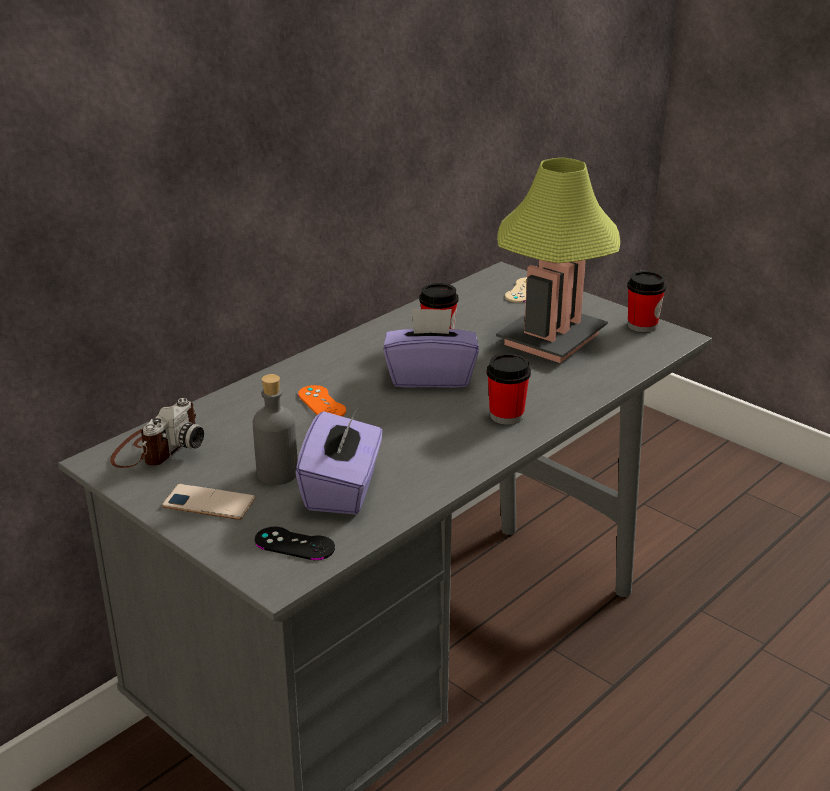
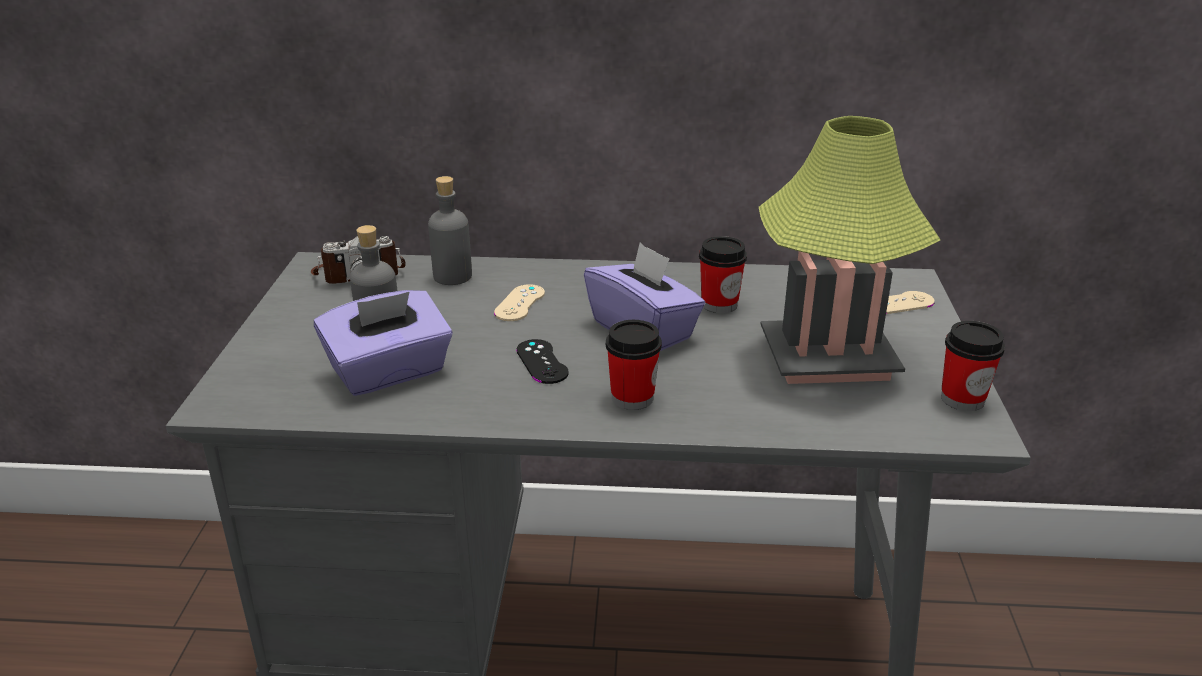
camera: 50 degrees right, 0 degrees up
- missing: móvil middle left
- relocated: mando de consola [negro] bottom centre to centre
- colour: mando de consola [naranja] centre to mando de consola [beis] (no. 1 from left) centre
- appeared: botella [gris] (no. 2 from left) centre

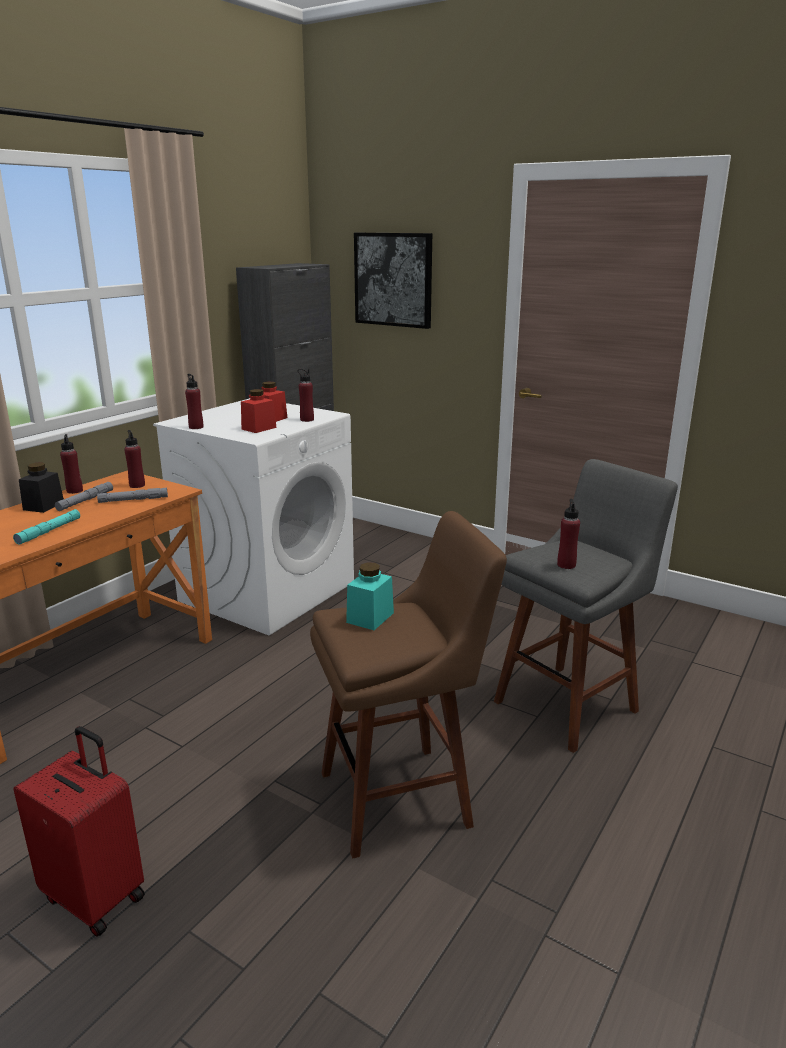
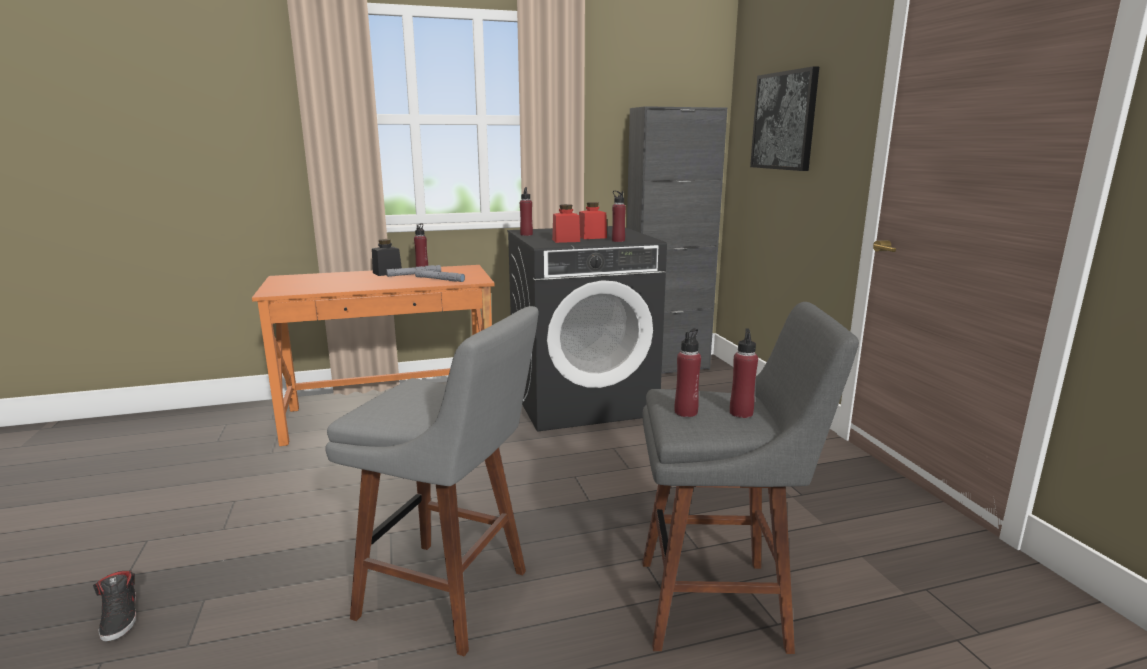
camera: 40 degrees right, 5 degrees down
- missing: linterna [turquesa] middle left
- missing: maleta [rojo] bottom left
- relocated: botella [rojo] (no. 2 from left in the first image) middle left to botella [rojo] (no. 5 from left) centre
- colour: lavadora [blanco] middle left to lavadora [negro] centre
- colour: taburete [marrón] centre to taburete [gris] (no. 1 from left) bottom centre
- missing: tarro [turquesa] centre
- appeared: zapato [negro] bottom left

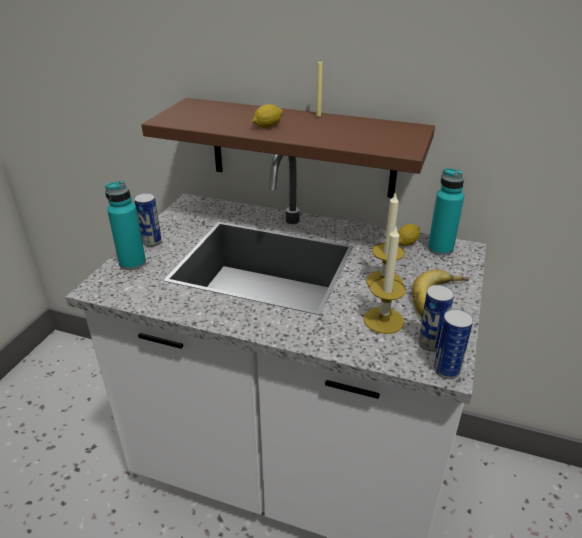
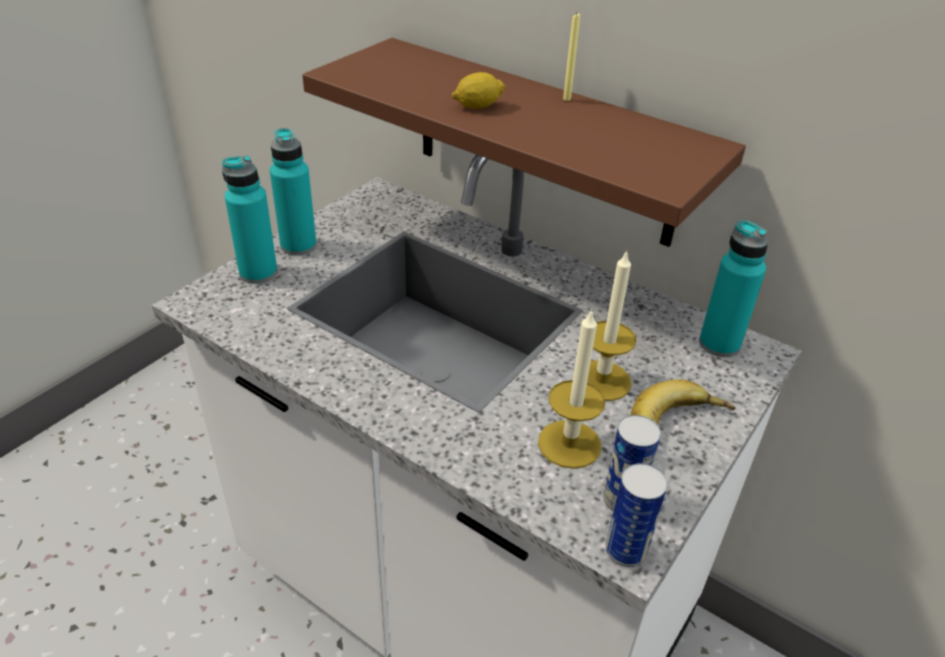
camera: 15 degrees right, 5 degrees up
- exchanged: lata (no. 1 from left) middle left to botella [turquesa] (no. 2 from left) top left
- missing: limón (no. 2 from left) middle right

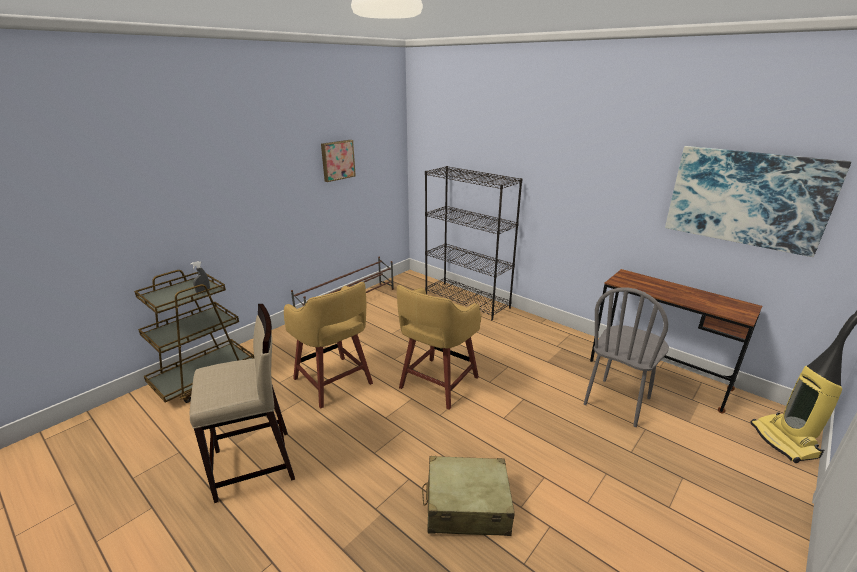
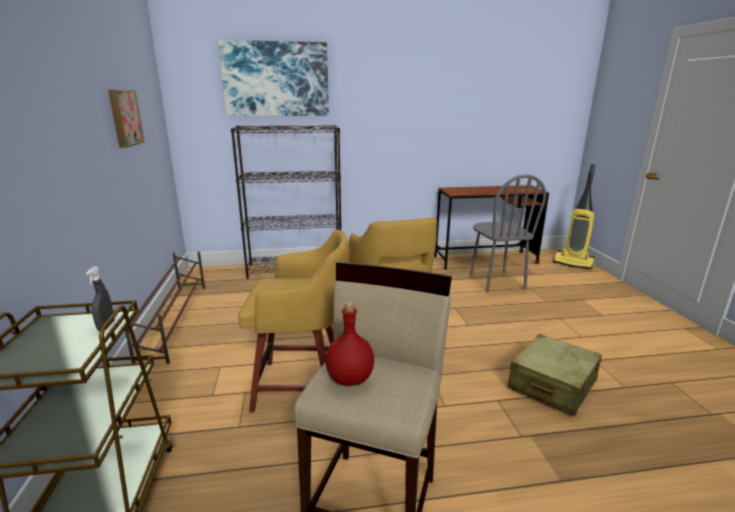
camera: 50 degrees left, 5 degrees down
- relocated: cuadro (no. 2 from left) middle right to top centre
- appeared: botella [rojo] bottom centre

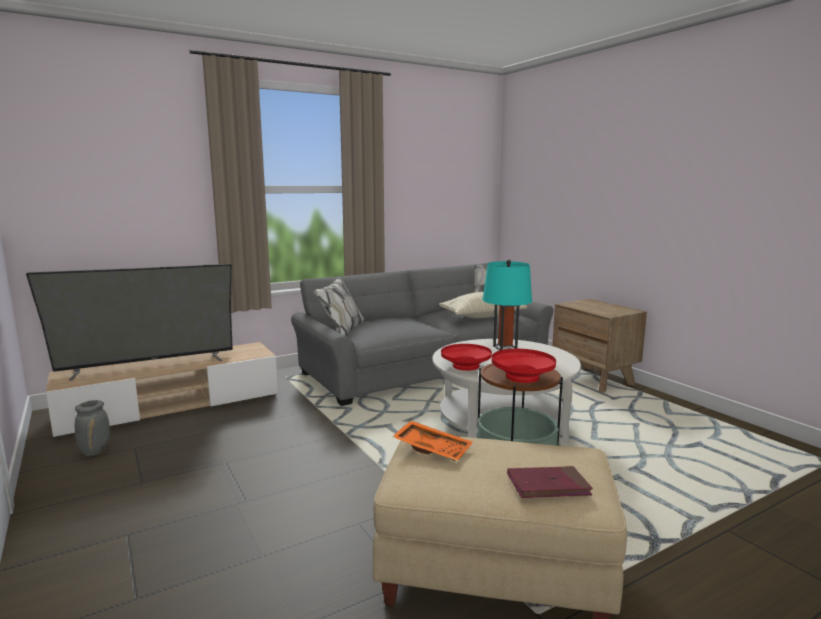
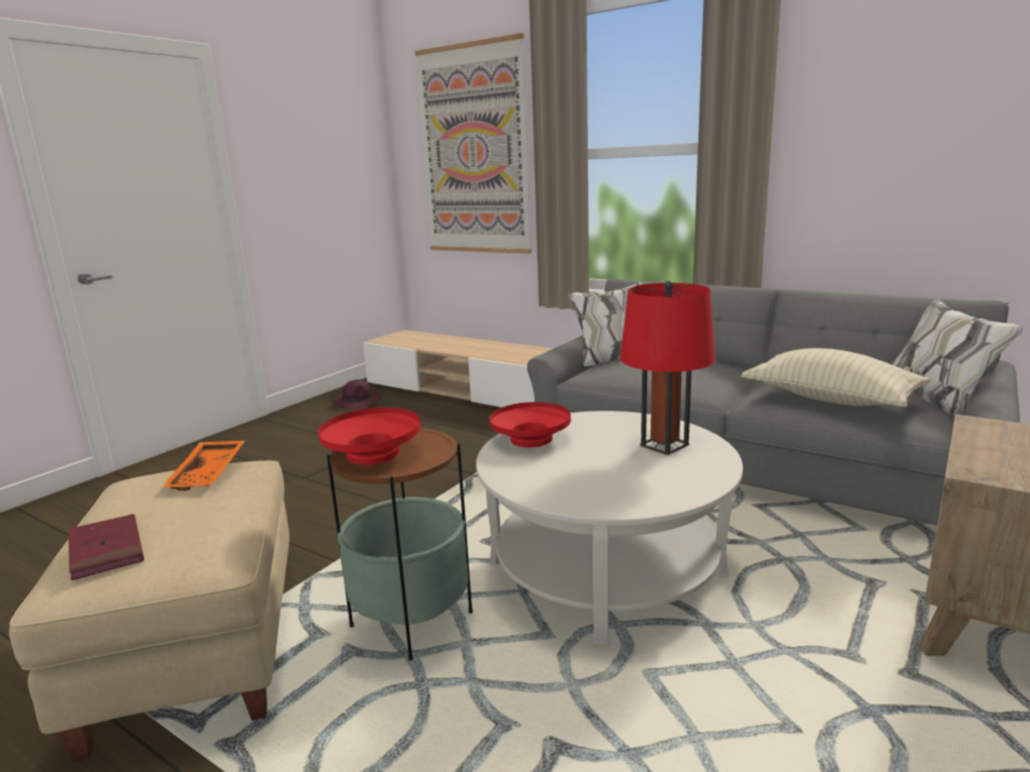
camera: 65 degrees right, 5 degrees up
- missing: televisor middle left
- exchanged: florero [gris] bottom left to sombrero [morado] centre
- colour: lámpara de mesa [turquesa] centre to lámpara de mesa [rojo] centre
- appeared: cuadro top centre

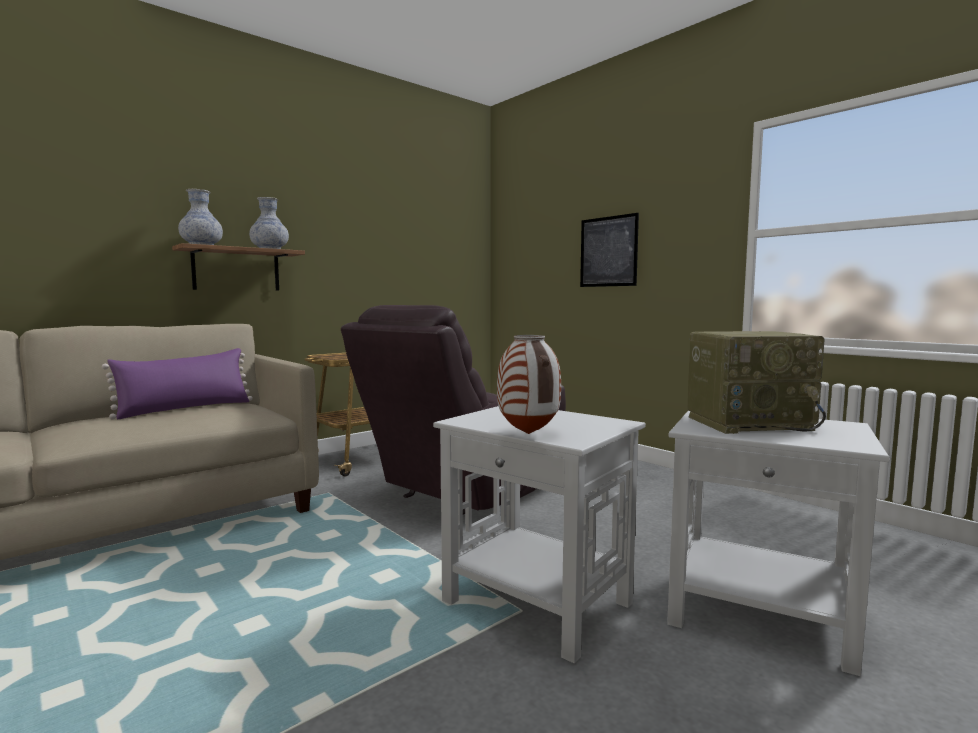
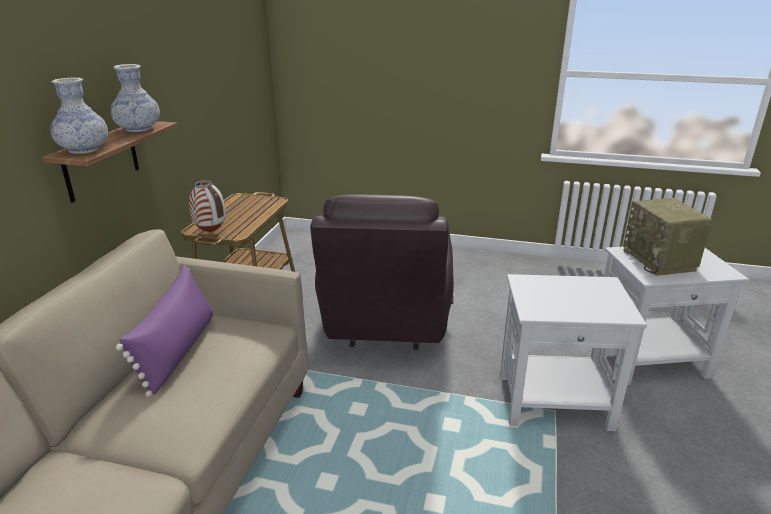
camera: 35 degrees left, 20 degrees up
- relocated: florero (no. 3 from left) centre to middle left
- missing: cuadro centre
- spun: radio middle right = middle right 120 degrees clockwise

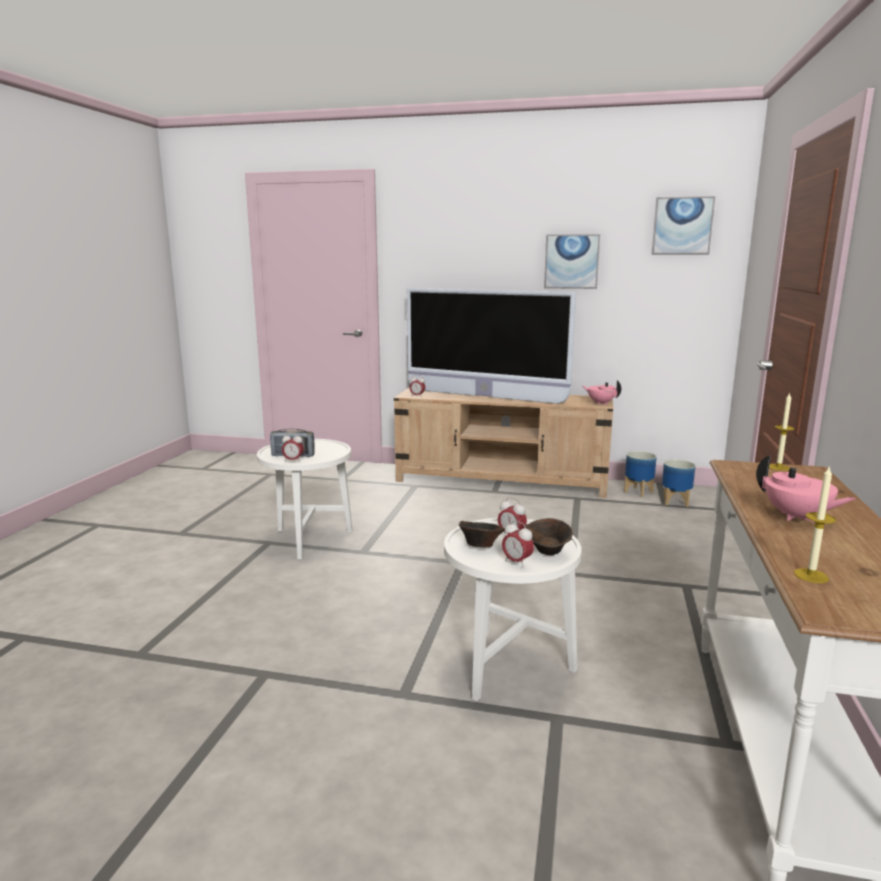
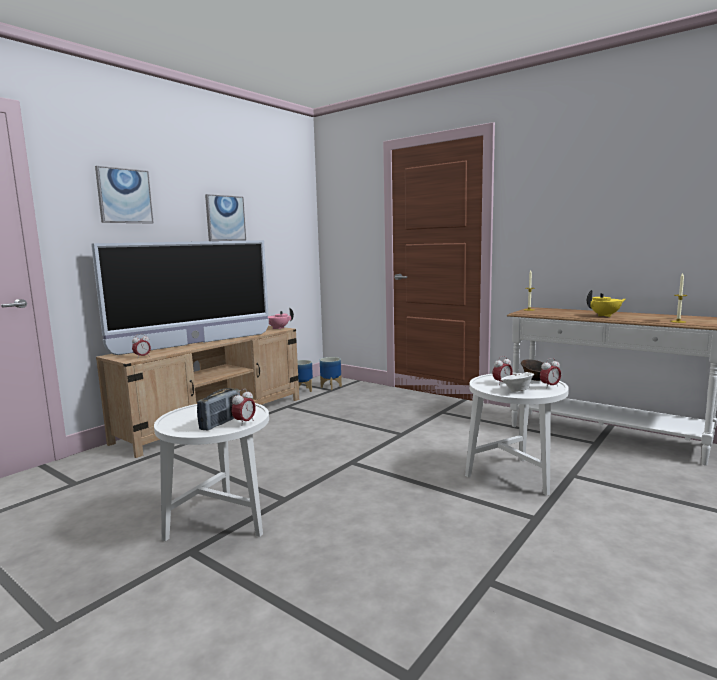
camera: 65 degrees left, 5 degrees down
- colour: cuenco [marrón] (no. 1 from left) centre to cuenco [blanco] middle right
- relocated: cuadro (no. 2 from left in the first image) top right to cuadro (no. 1 from left) top left
- colour: tetera [rosa] (no. 2 from left) middle right to tetera [amarillo] middle right

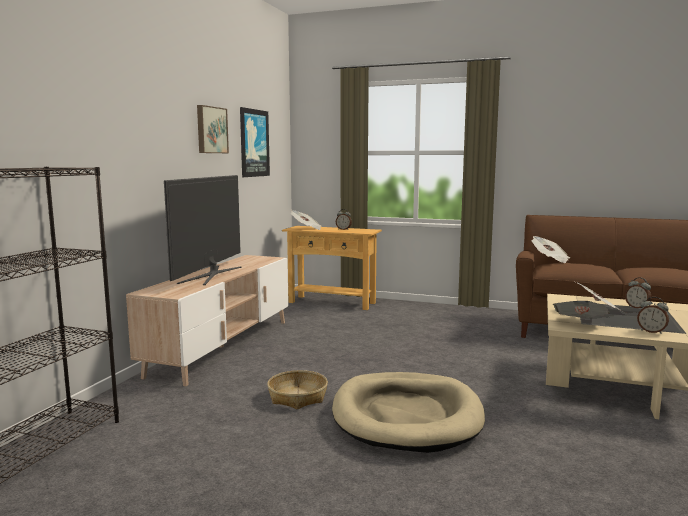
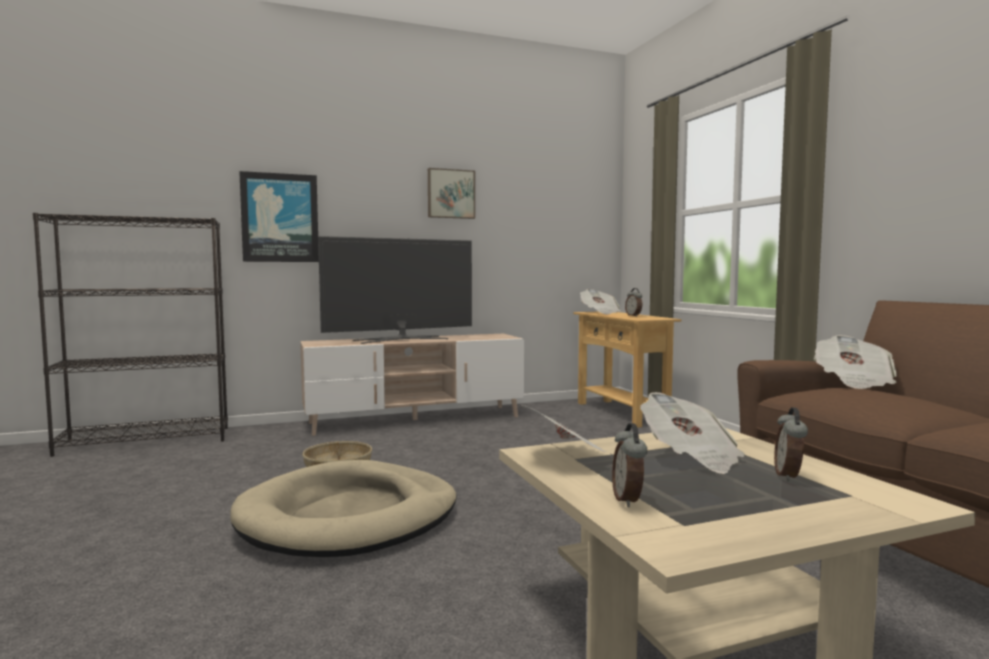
camera: 50 degrees right, 5 degrees down
- relocated: cuadro (no. 2 from left in the first image) top centre to cuadro (no. 1 from left) top left

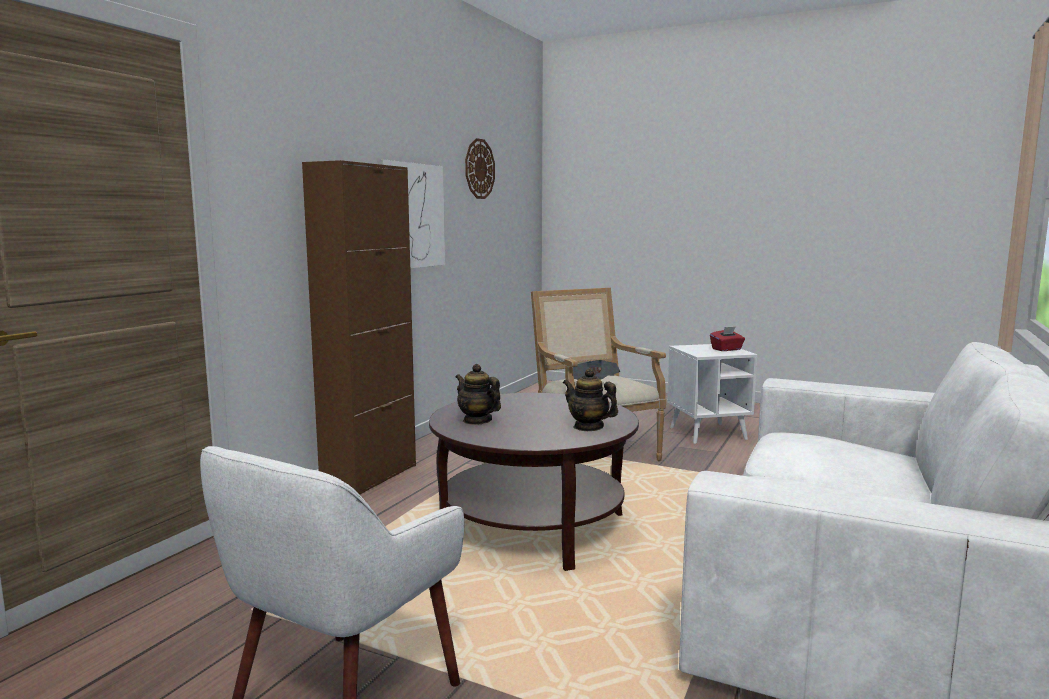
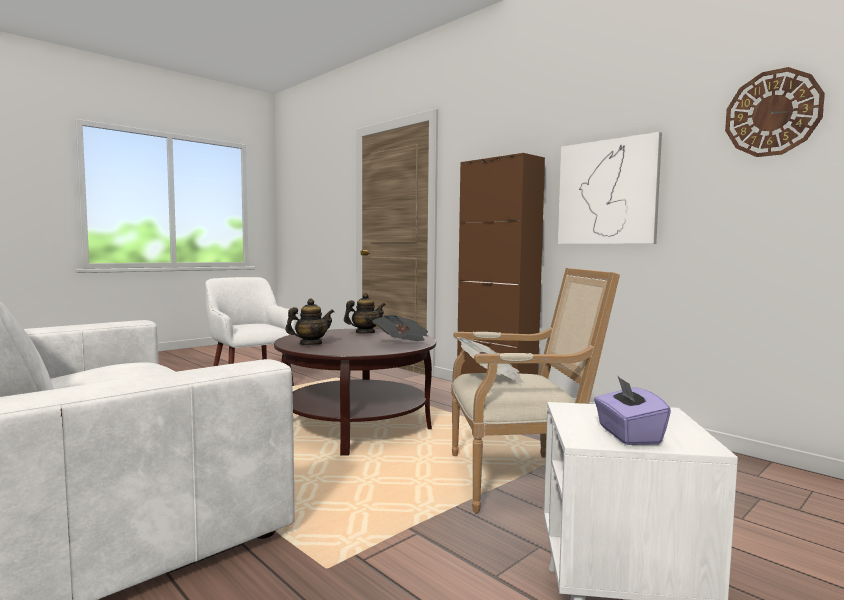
camera: 110 degrees right, 5 degrees down
- colour: caja de pañuelos [rojo] middle right to caja de pañuelos [morado] bottom right
- appeared: periódico (no. 1 from left) centre

